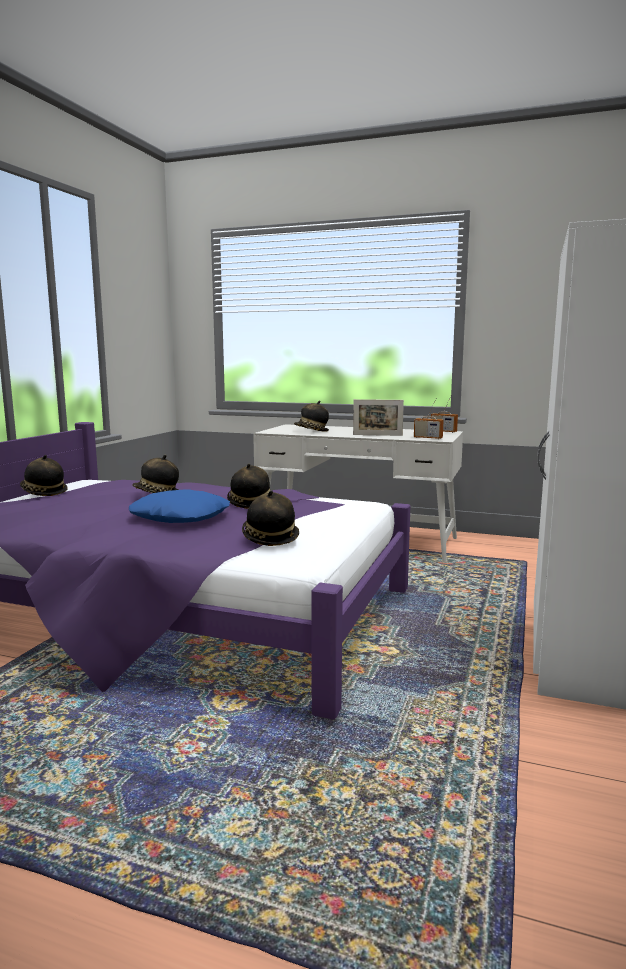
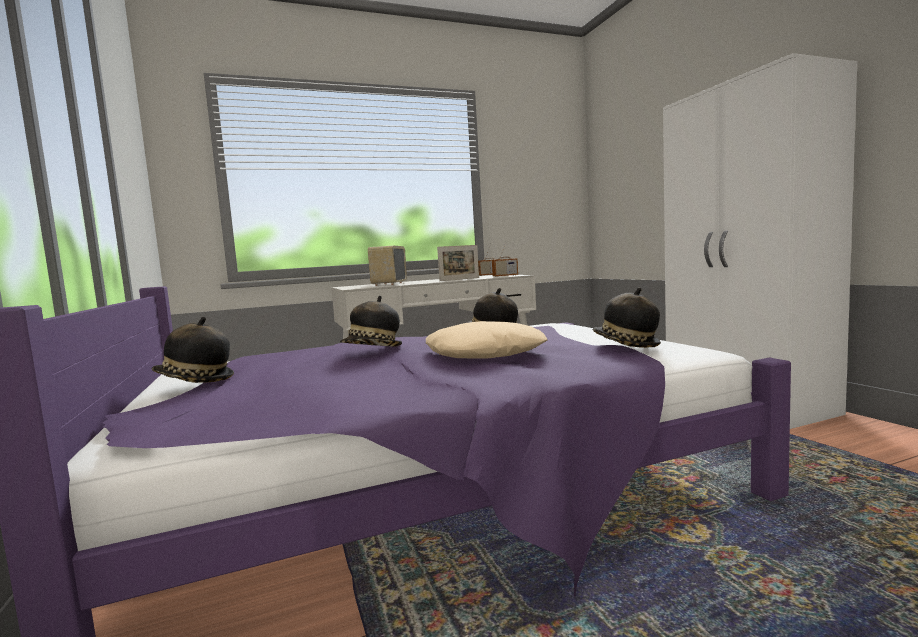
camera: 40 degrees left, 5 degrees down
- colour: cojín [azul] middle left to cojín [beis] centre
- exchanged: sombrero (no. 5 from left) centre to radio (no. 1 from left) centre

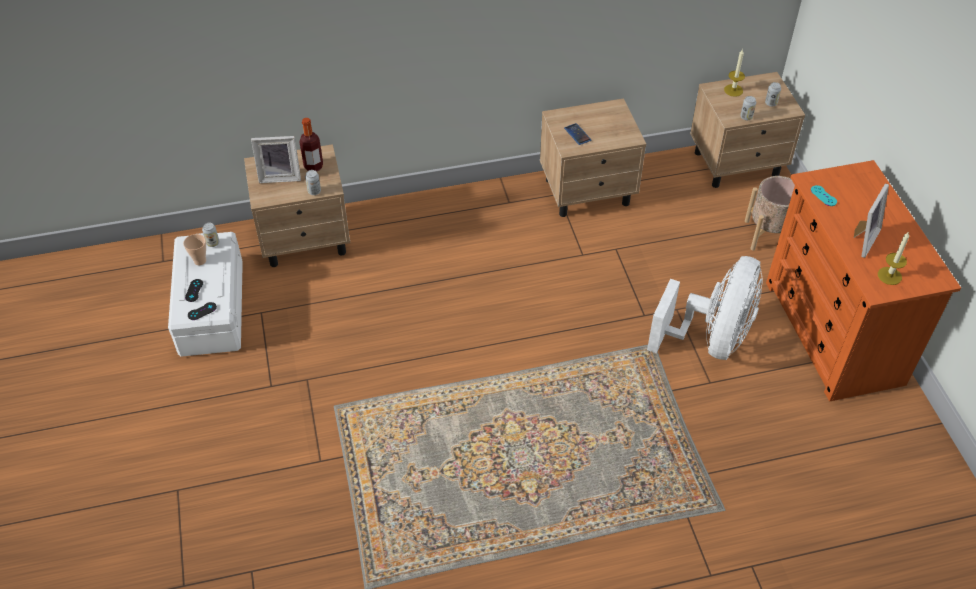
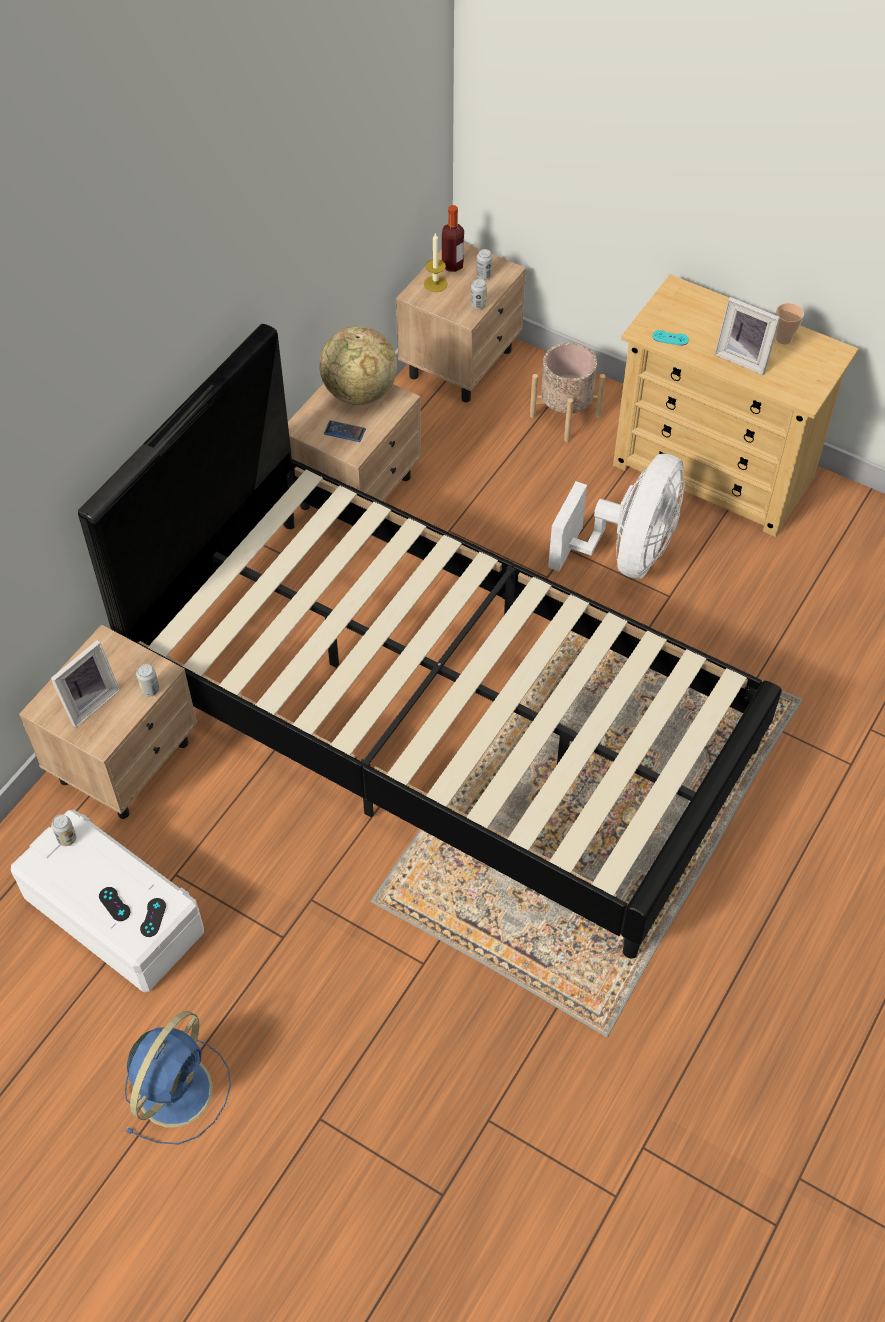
camera: 45 degrees left, 5 degrees up
- relocated: taza middle left to top right
- relocated: botella top left to top centre
- spun: ventilador [blanco] middle right = middle right 45 degrees clockwise
- colour: cómoda [naranja] middle right to cómoda [beis] top right
- spun: portarretratos (no. 2 from left) middle right = top right 135 degrees clockwise
- missing: vela (no. 2 from left) middle right
- appeared: cama [negro] centre
- appeared: ventilador [azul] bottom left
- appeared: globo terráqueo top centre

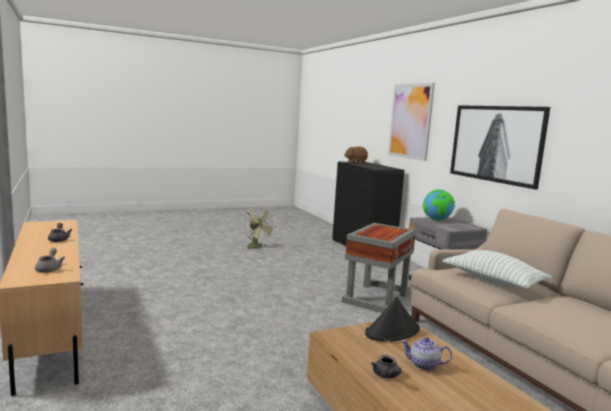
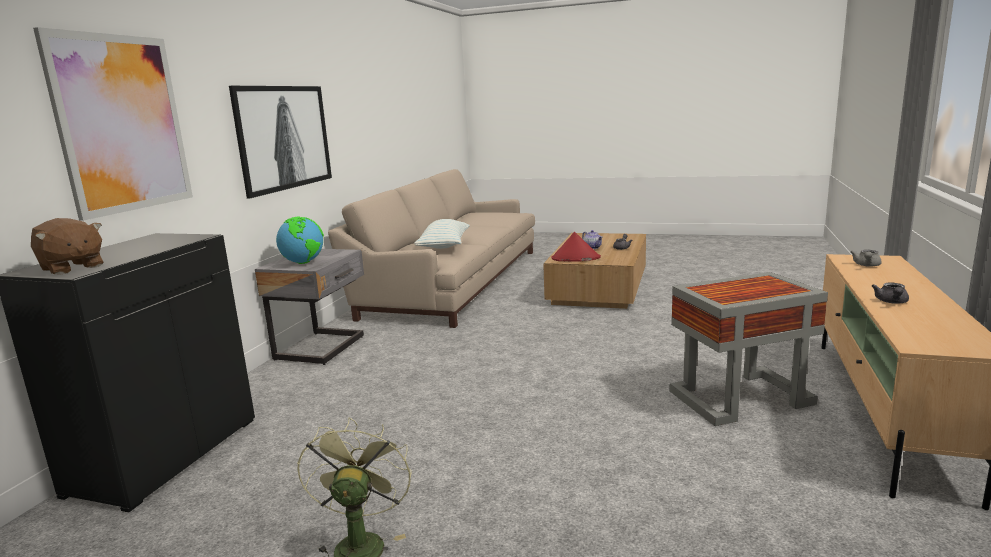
camera: 135 degrees left, 5 degrees up
- relocated: mesa auxiliar [gris] centre to middle right
- colour: sombrero [negro] bottom centre to sombrero [rojo] centre

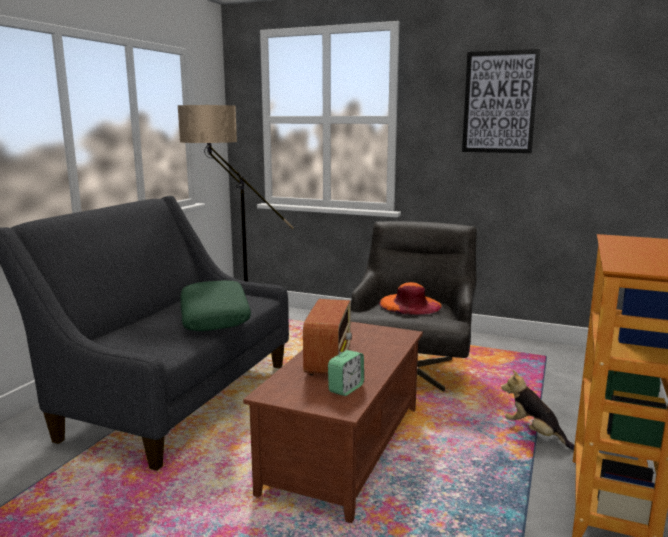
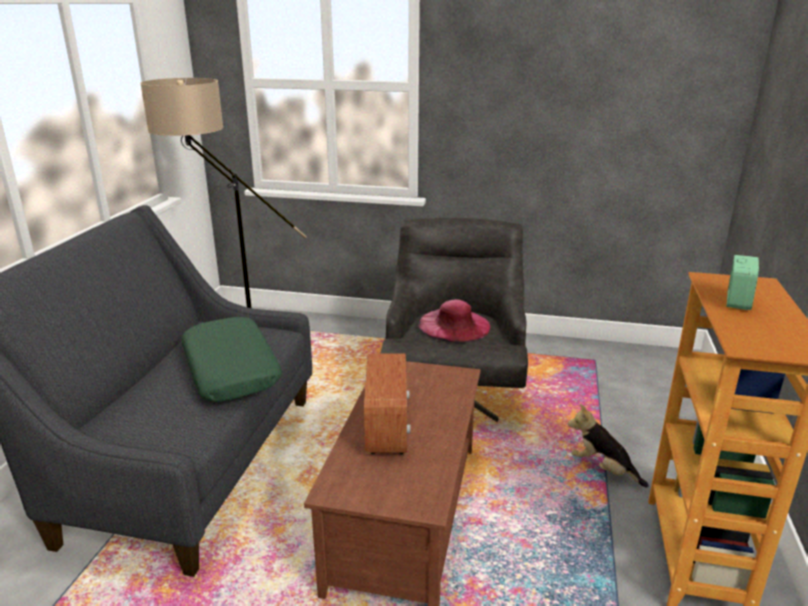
camera: 10 degrees left, 10 degrees up
- relocated: despertador bottom centre to middle right
- colour: sombrero [naranja] centre to sombrero [rosa] centre
- missing: cuadro top right

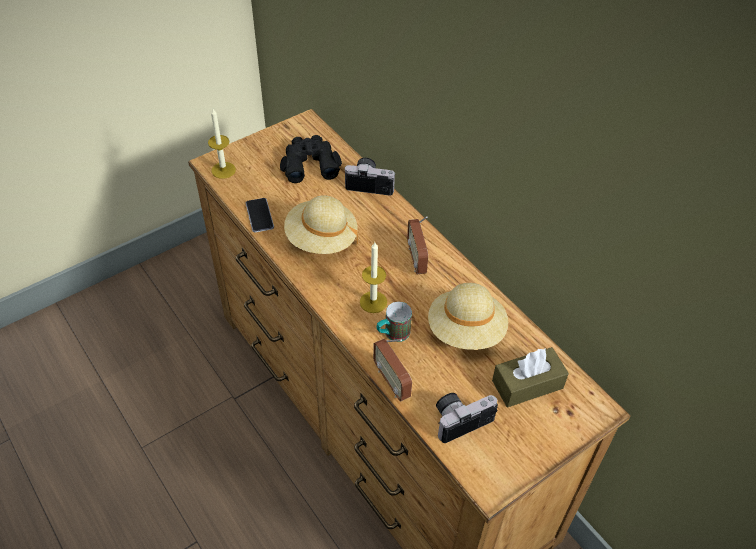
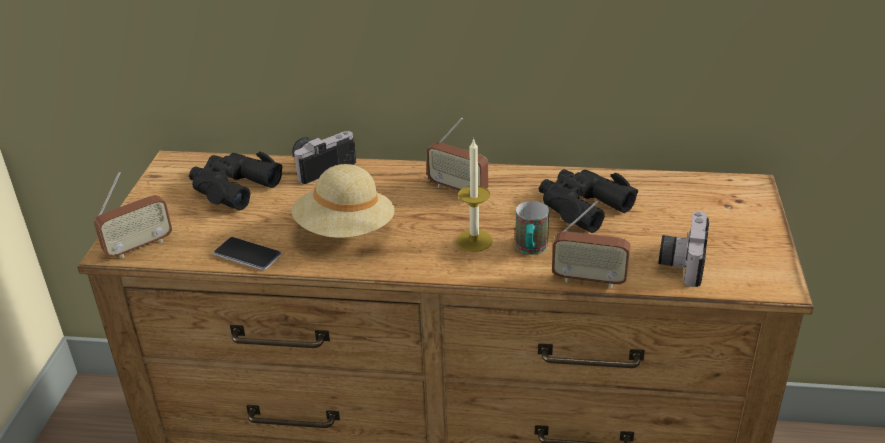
camera: 45 degrees left, 15 degrees down
- exchanged: vela (no. 1 from left) top left to radio (no. 1 from left) middle left
- exchanged: sombrero [beis] (no. 2 from left) centre to prismáticos [negro] (no. 2 from left) centre
- missing: caja de pañuelos [marrón] bottom right

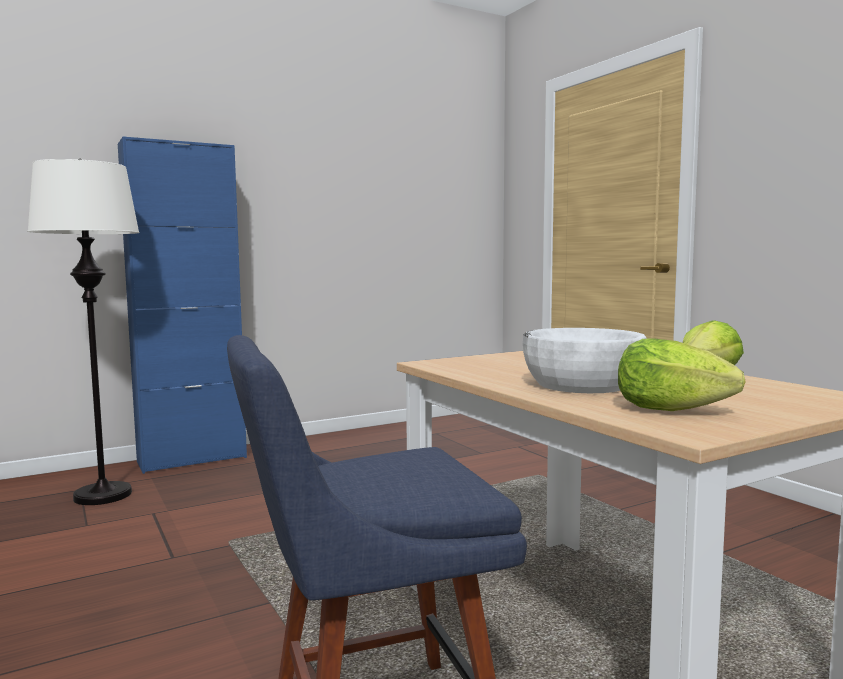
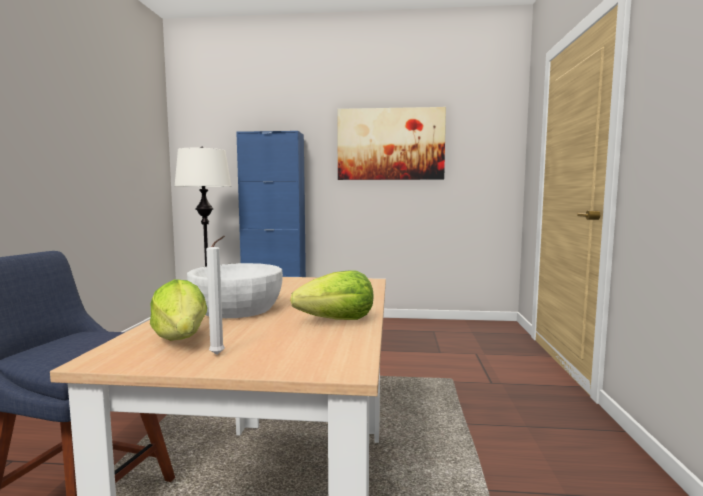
camera: 35 degrees right, 0 degrees up
- appeared: vela [blanco] middle left
- appeared: cuadro top centre

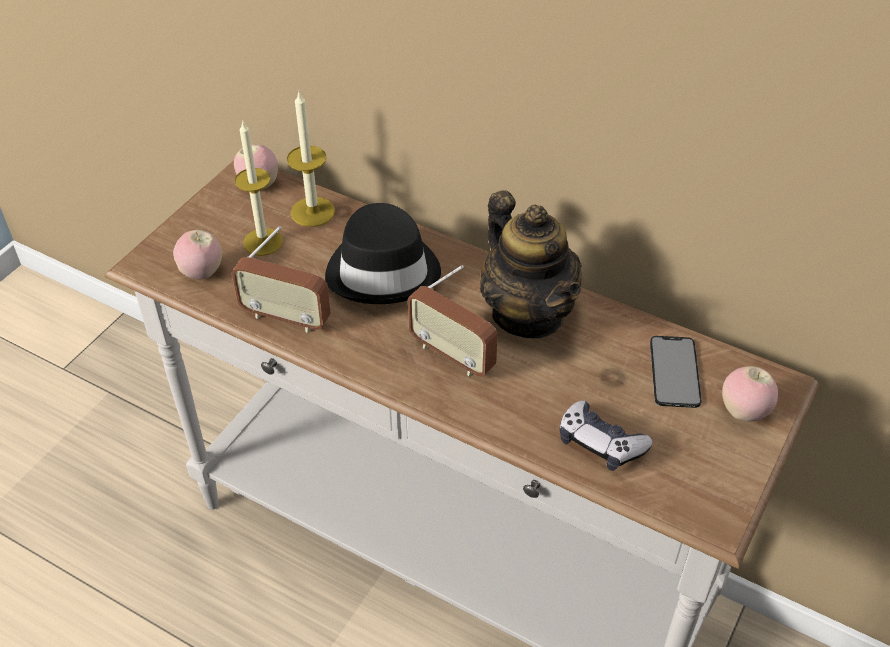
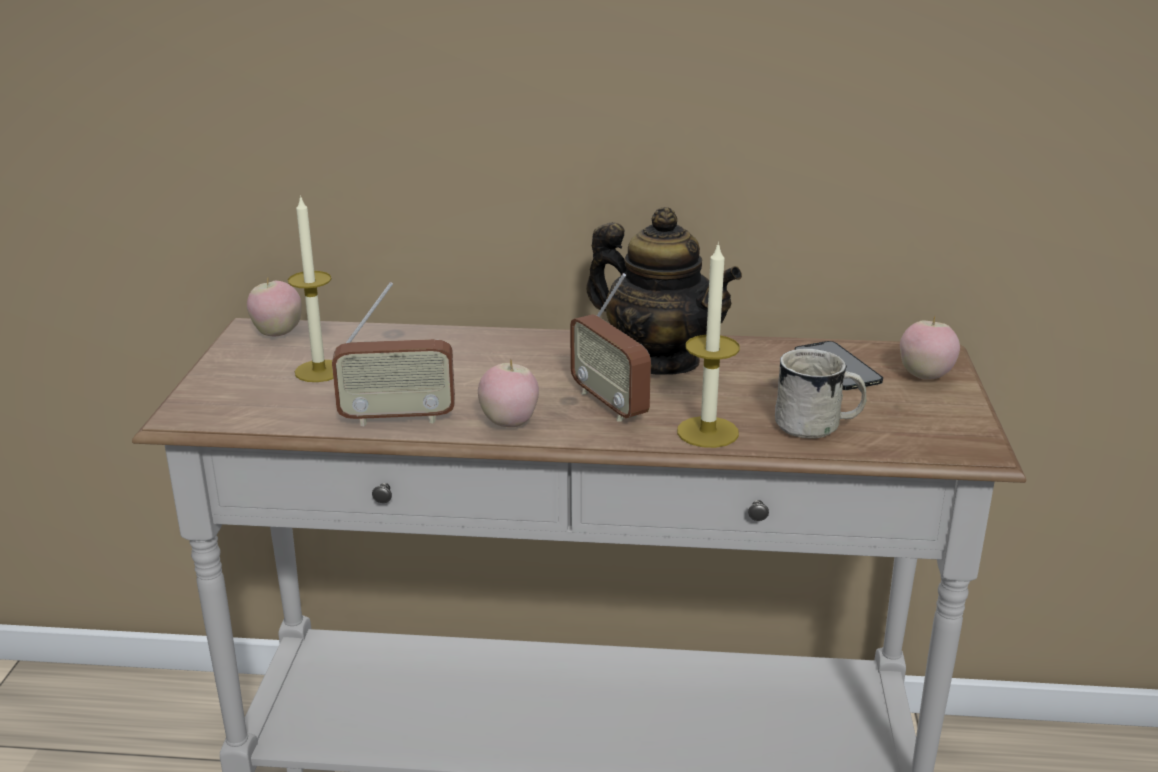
camera: 25 degrees left, 20 degrees down
- relocated: manzana (no. 1 from left in the first image) middle left to manzana (no. 2 from left) centre
- relocated: vela (no. 2 from left) top centre to centre
- missing: sombrero [negro] centre
- spun: radio (no. 2 from left) centre = centre 45 degrees clockwise
- exchanged: mando de consola bottom right to taza grande [blanco] middle right

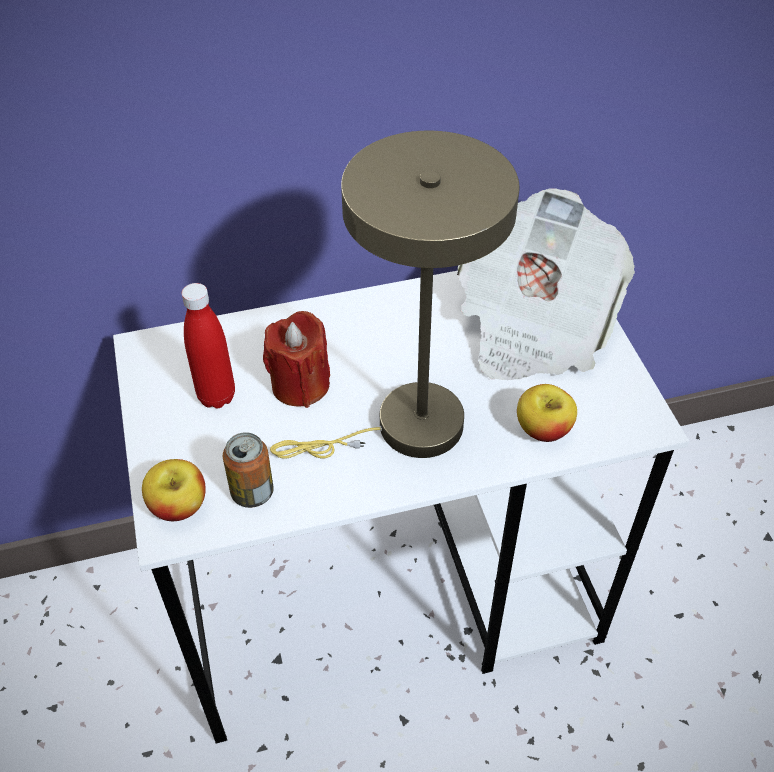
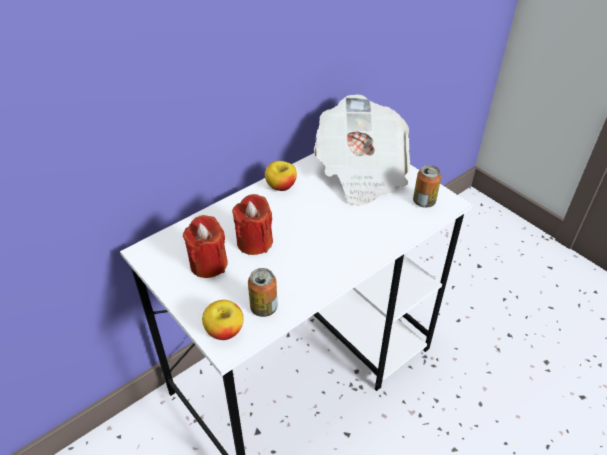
camera: 25 degrees left, 5 degrees down
- exchanged: botella [rojo] middle left to vela [rojo] (no. 1 from left) centre
- missing: lámpara de mesa [beis] centre
- relocated: manzana (no. 2 from left) middle right to centre
- appeared: lata (no. 2 from left) middle right

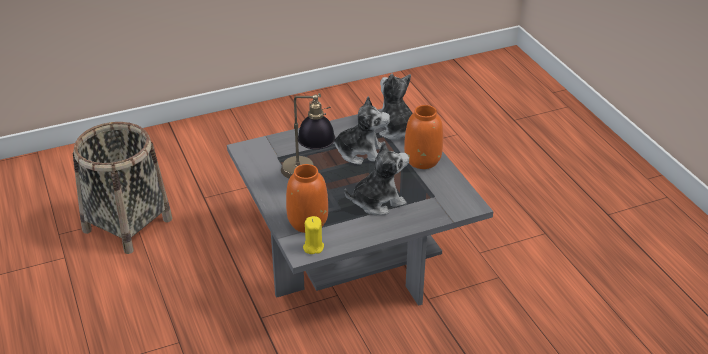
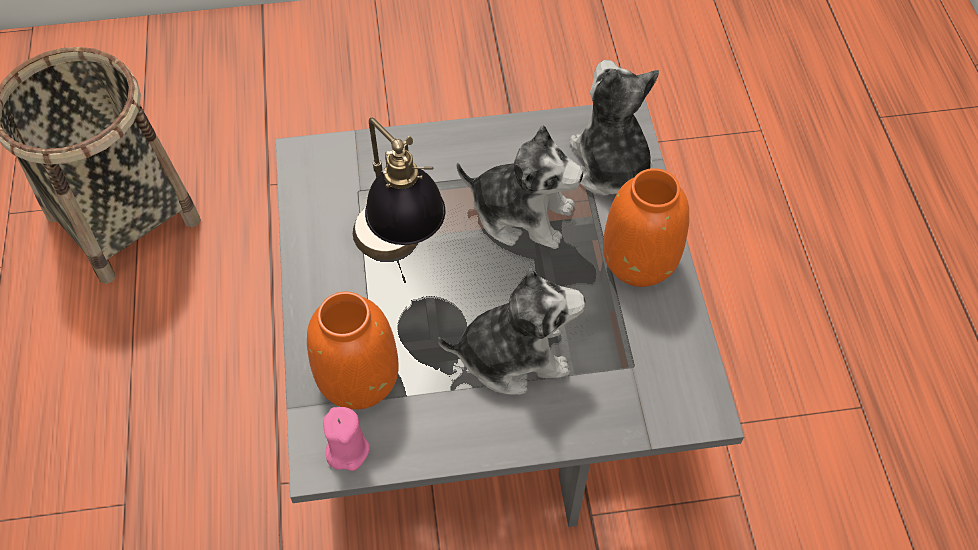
camera: 15 degrees right, 20 degrees up
- colour: vela [amarillo] centre to vela [rosa] bottom centre

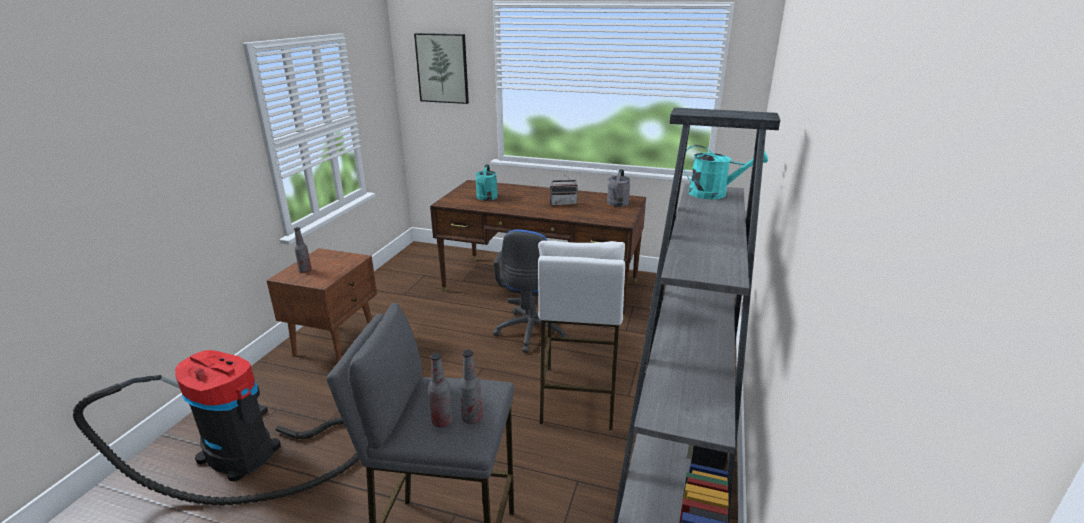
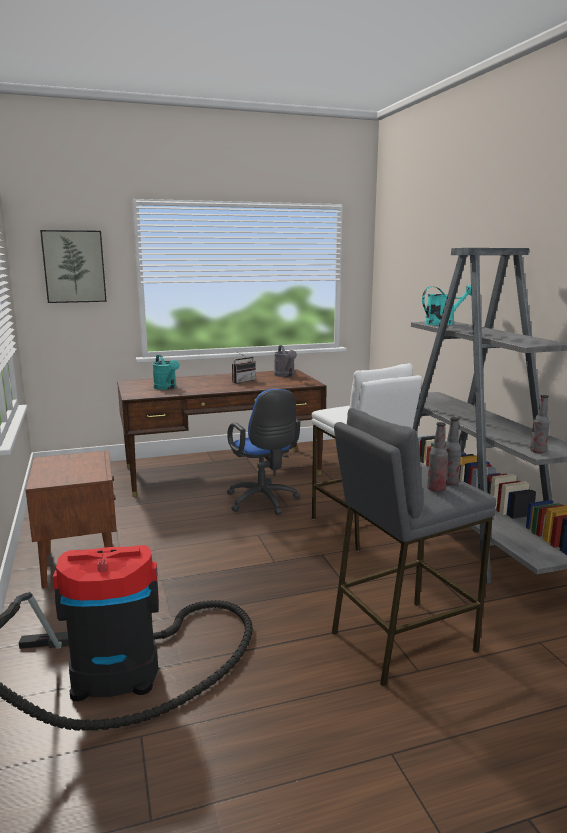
camera: 35 degrees left, 10 degrees down
- relocated: botella (no. 1 from left in the first image) middle left to botella (no. 3 from left) middle right

